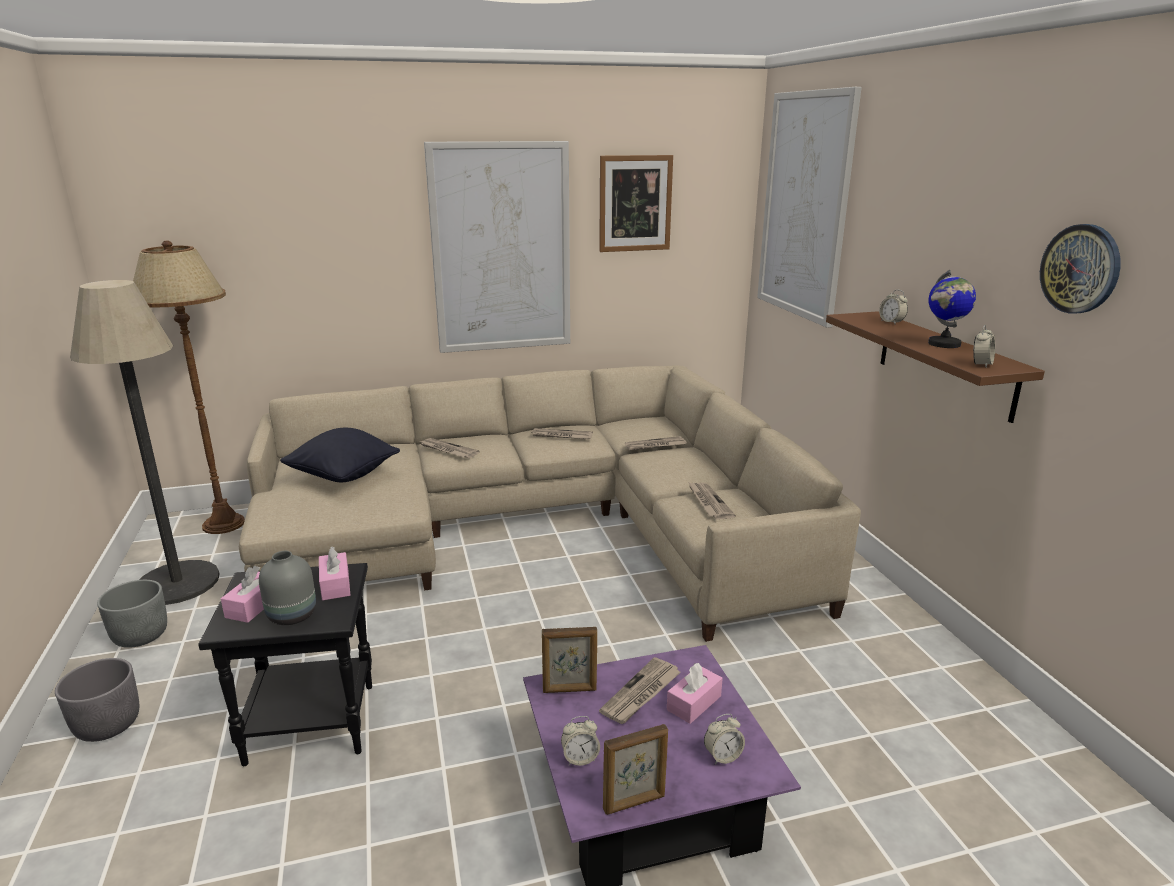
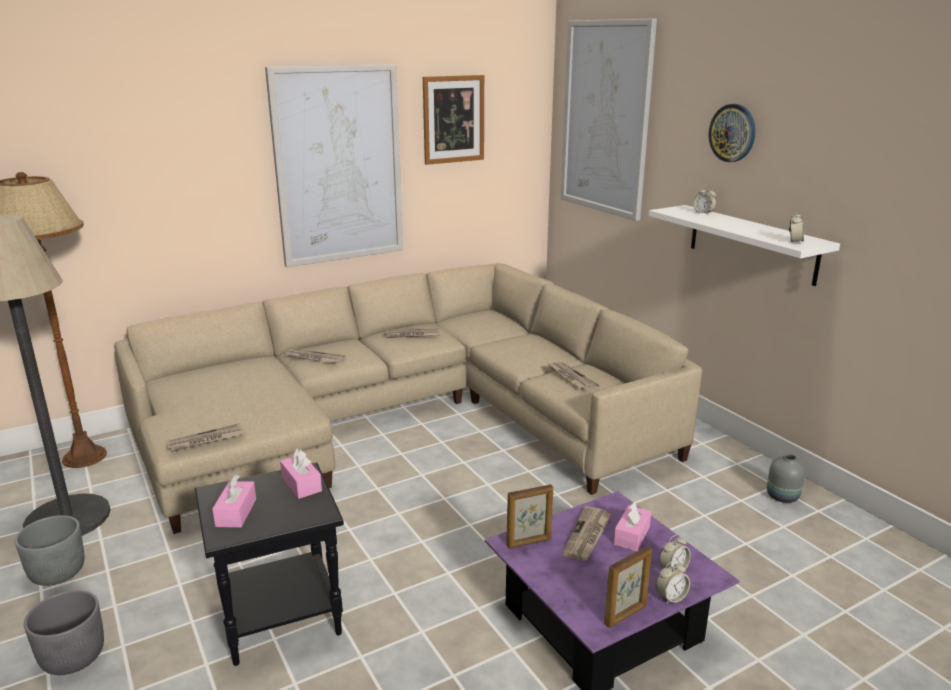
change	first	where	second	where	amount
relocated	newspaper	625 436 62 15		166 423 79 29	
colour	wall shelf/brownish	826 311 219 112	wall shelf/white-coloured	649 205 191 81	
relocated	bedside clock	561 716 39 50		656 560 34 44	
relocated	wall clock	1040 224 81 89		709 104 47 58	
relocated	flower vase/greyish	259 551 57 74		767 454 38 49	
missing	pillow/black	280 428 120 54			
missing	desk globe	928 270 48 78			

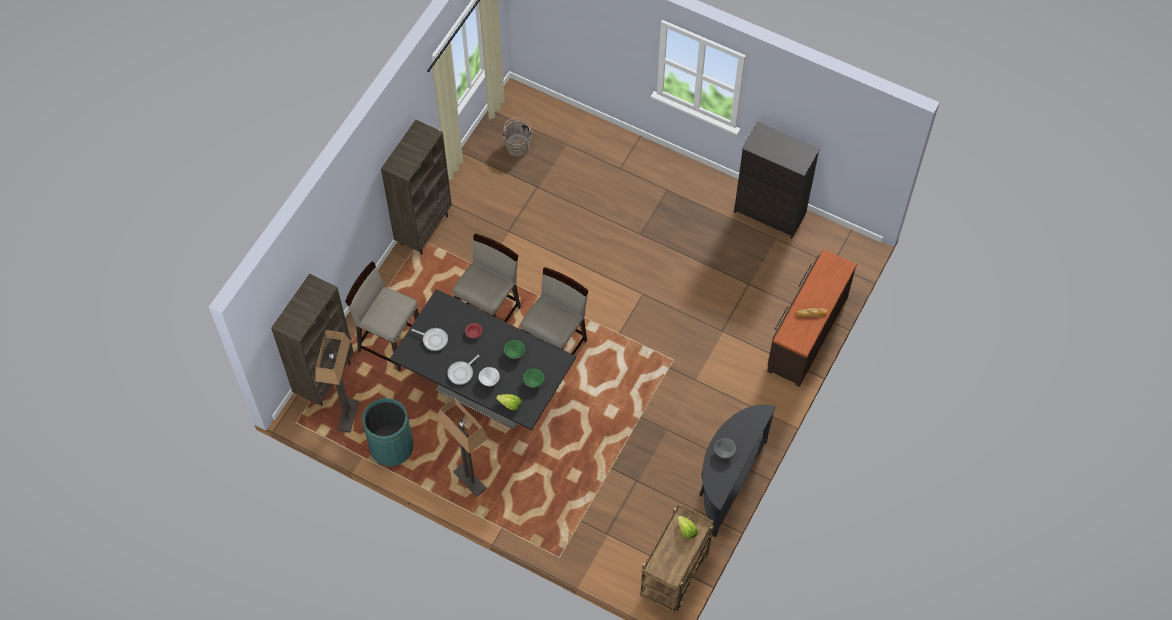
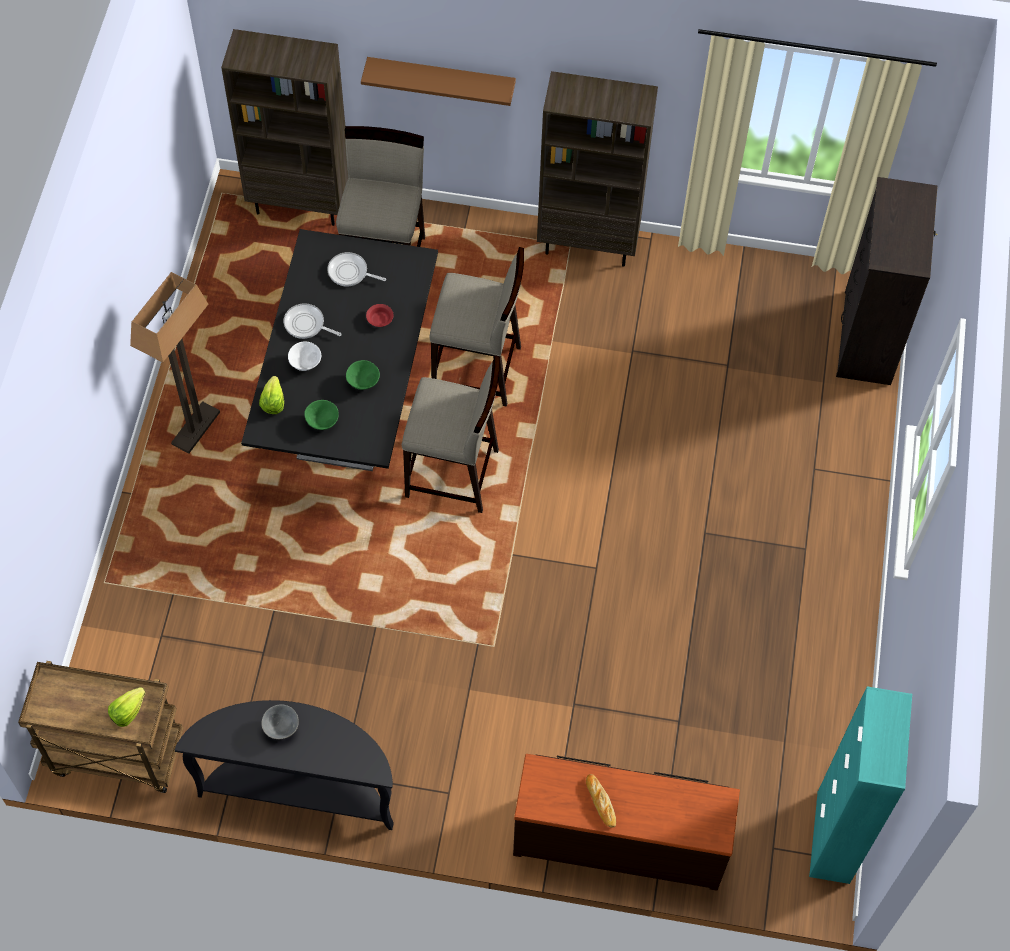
change	first	where	second	where	amount
spun	pan	411 328 37 23		327 252 59 35	105 degrees clockwise
appeared			wall shelf/brownish	361 57 155 49	
appeared			cupboard/turquoise-coloured	809 686 103 198	
relocated	drawer chest/black	734 122 86 117		836 177 102 208	
missing	standing lamp	315 330 43 103			
missing	trash can/green-coloured	362 398 51 68			
missing	bucket/brownish	502 117 31 40			

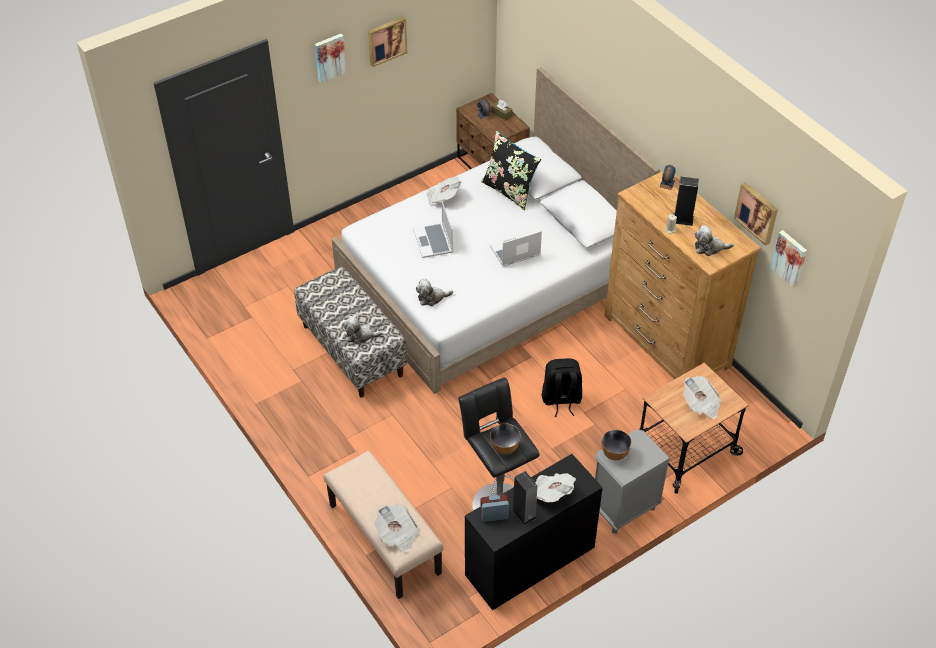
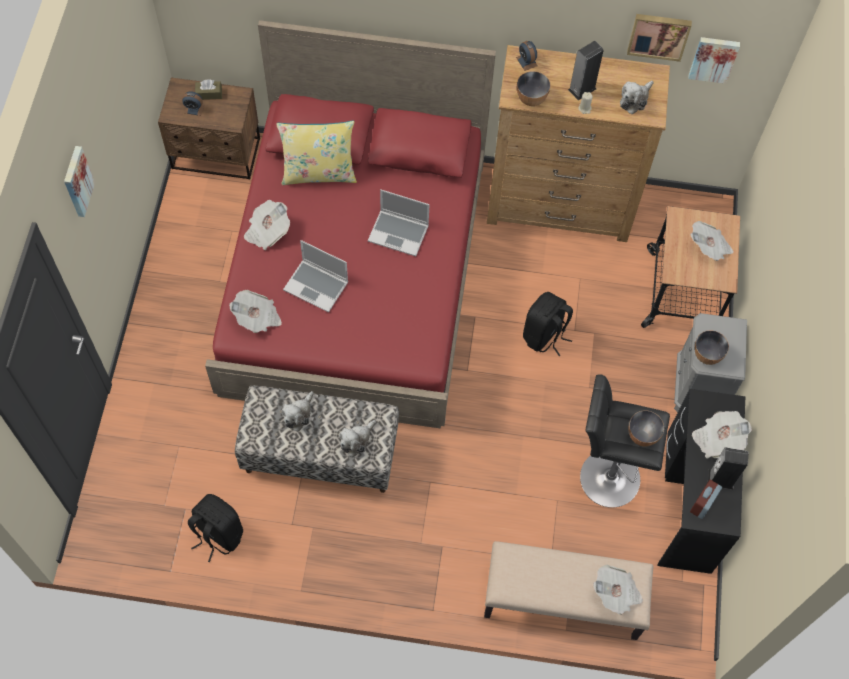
change	first	where	second	where	amount
appeared			knapsack/black	188 494 55 68	
colour	bedroom bed/white-coloured	332 67 328 327	bedroom bed/reddish	205 20 291 409	
appeared			newspaper	229 290 53 43	
colour	pillow/black	481 131 60 79	pillow/yellow-coloured	276 120 81 65	
relocated	plush toy	416 279 37 27		281 391 33 41	
spun	laptop	490 231 52 35		368 190 62 66	90 degrees counterclockwise
appeared			serving bowl	517 71 33 35	
missing	wall picture	368 17 39 50			

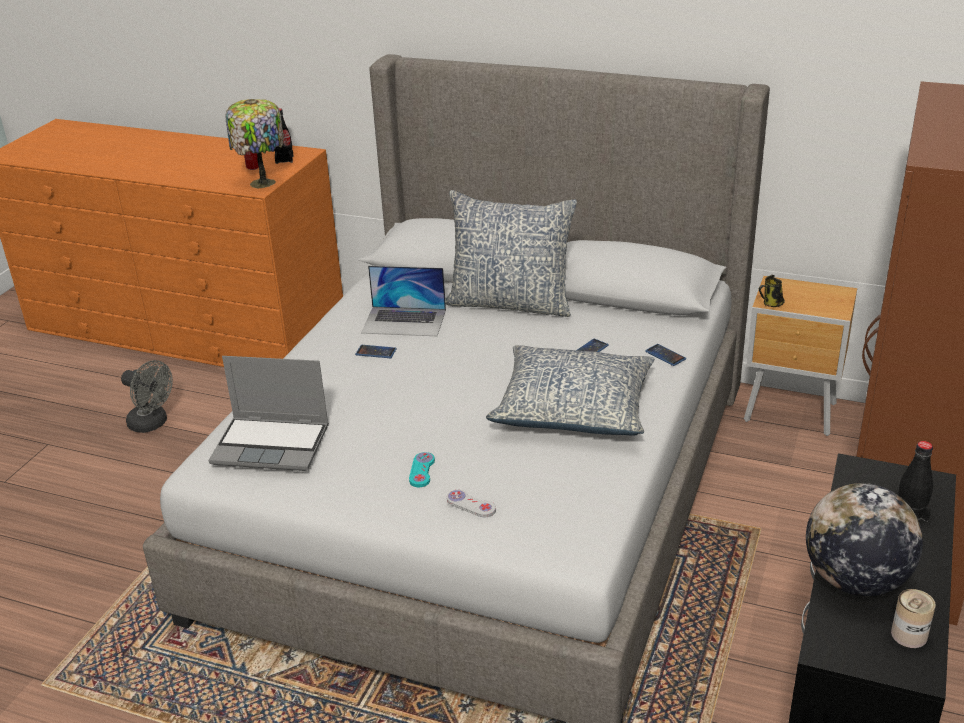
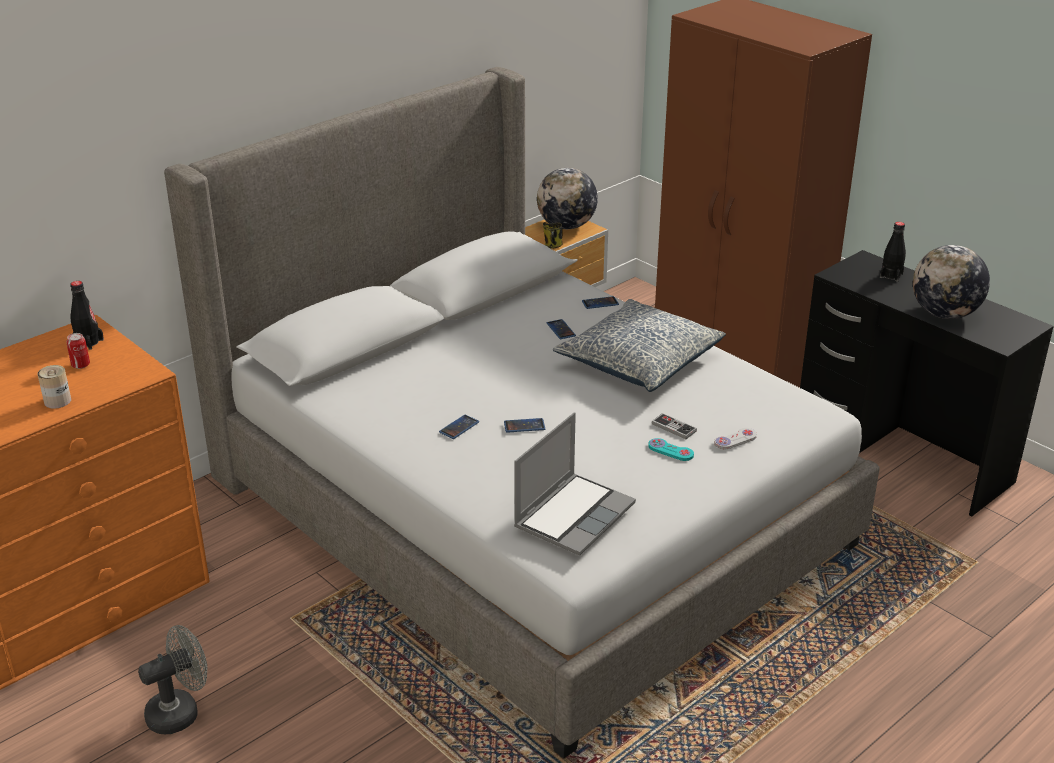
change	first	where	second	where	amount
relocated	can	891 589 45 59		38 365 33 44	
appeared			phone	504 418 41 15	
appeared			desk globe	537 168 61 61	
appeared			gamepad	651 413 46 26	
missing	lamp for a table	225 99 59 90			
missing	laptop	361 266 85 70			
missing	pillow	445 190 132 127			

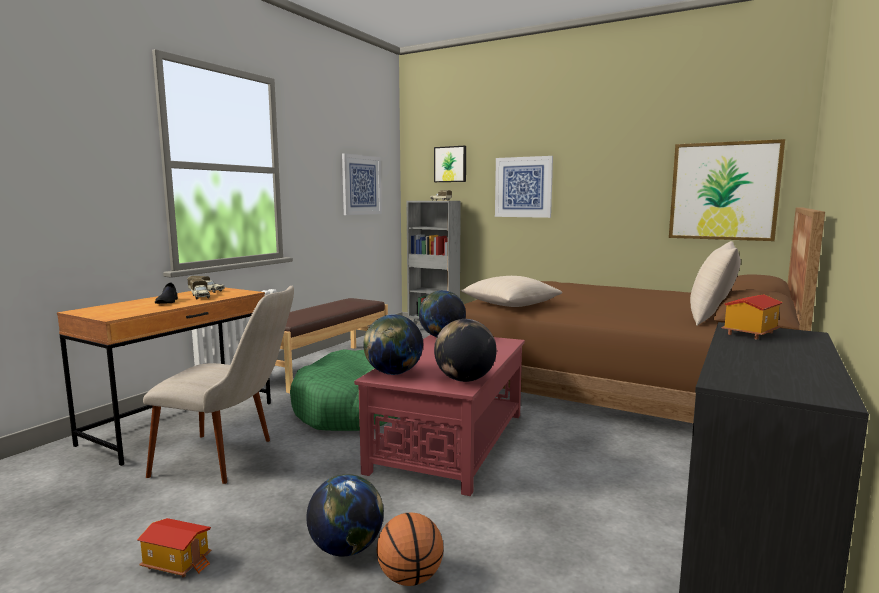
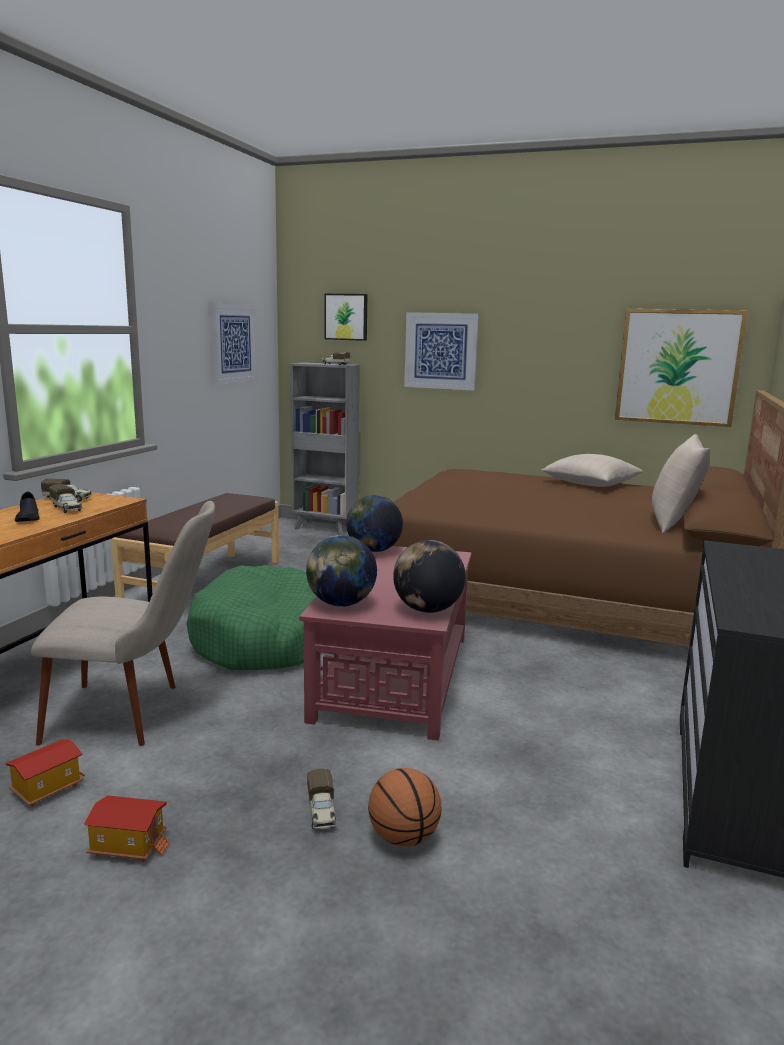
change	first	where	second	where	amount
relocated	miniature house	722 294 61 46		6 739 79 68	
exchanged	desk globe	306 474 78 83	toy truck	307 769 30 61	
relocated	pillow/sand-coloured	461 276 101 31		541 454 102 33	

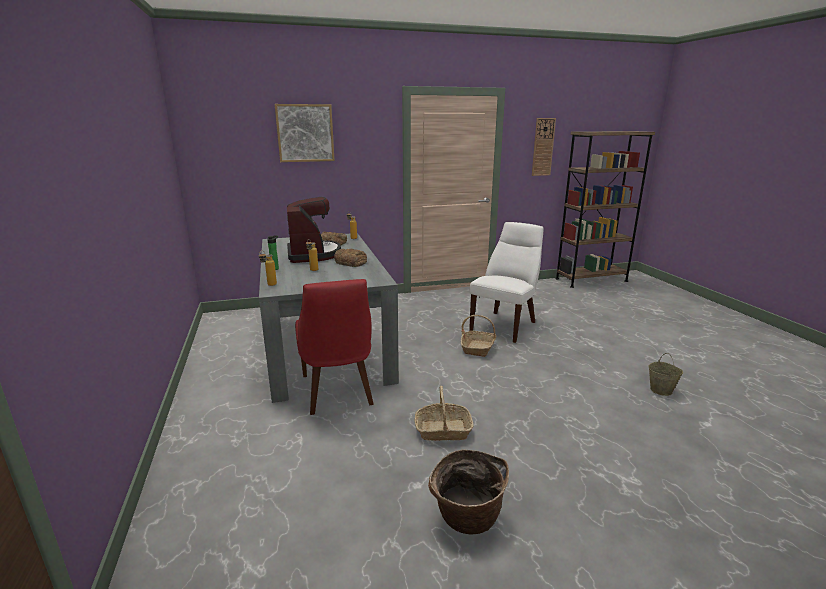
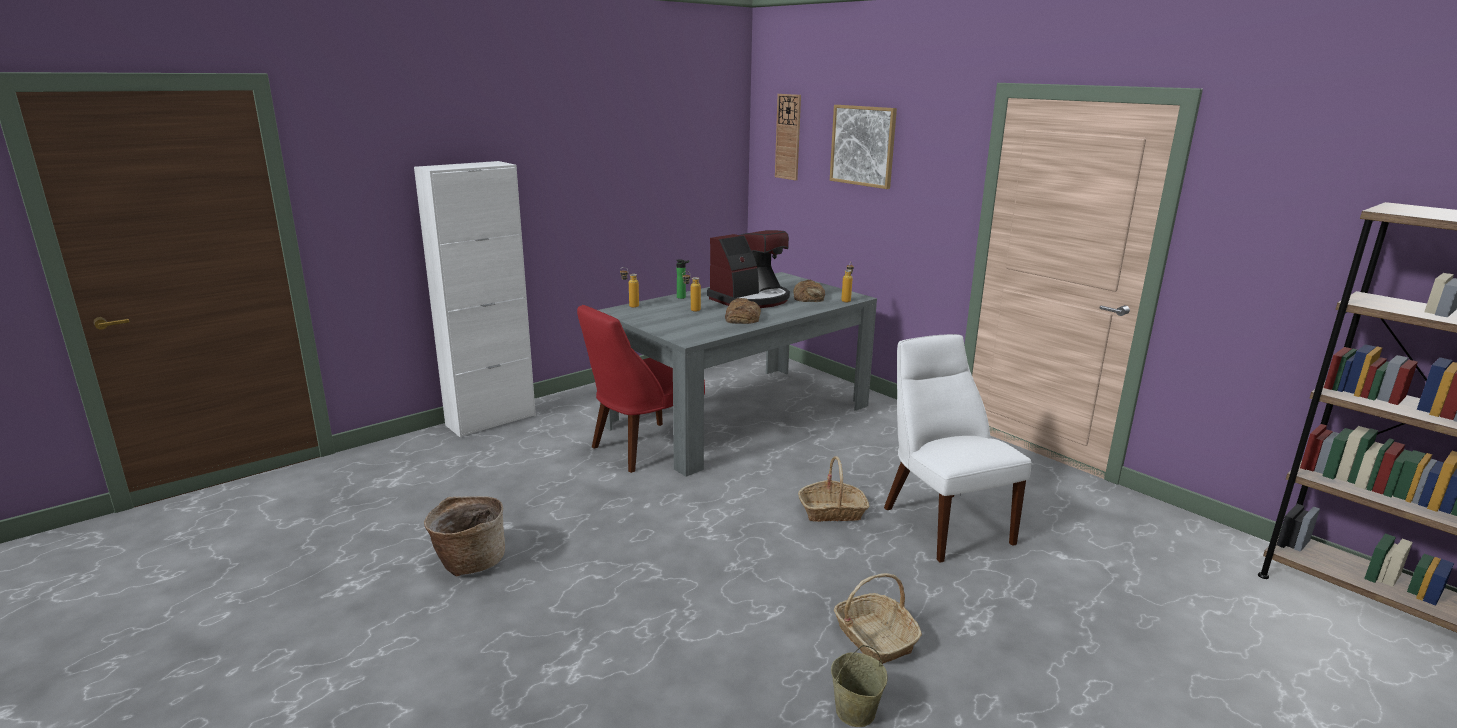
change	first	where	second	where	amount
appeared			cupboard/white-coloured	414 161 122 277	
relocated	wall clock	532 118 24 58		775 94 26 86	
relocated	storage basket	415 386 59 55		834 573 88 91	
spun	chair/white-coloured	469 222 75 121		884 334 148 228	120 degrees counterclockwise

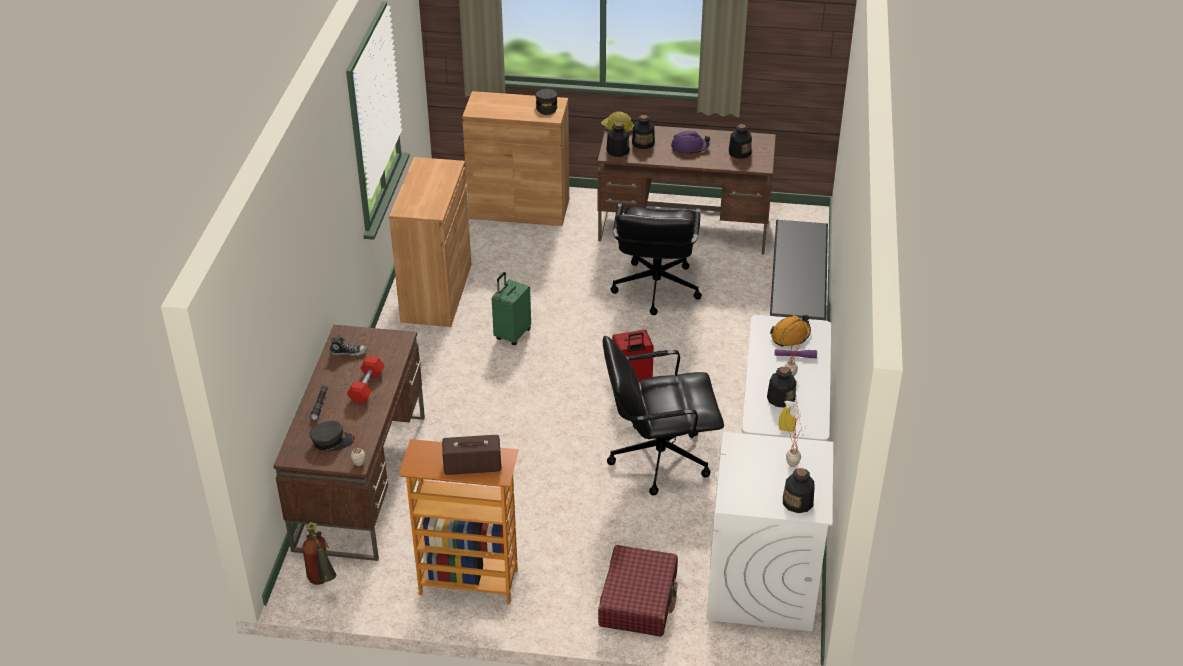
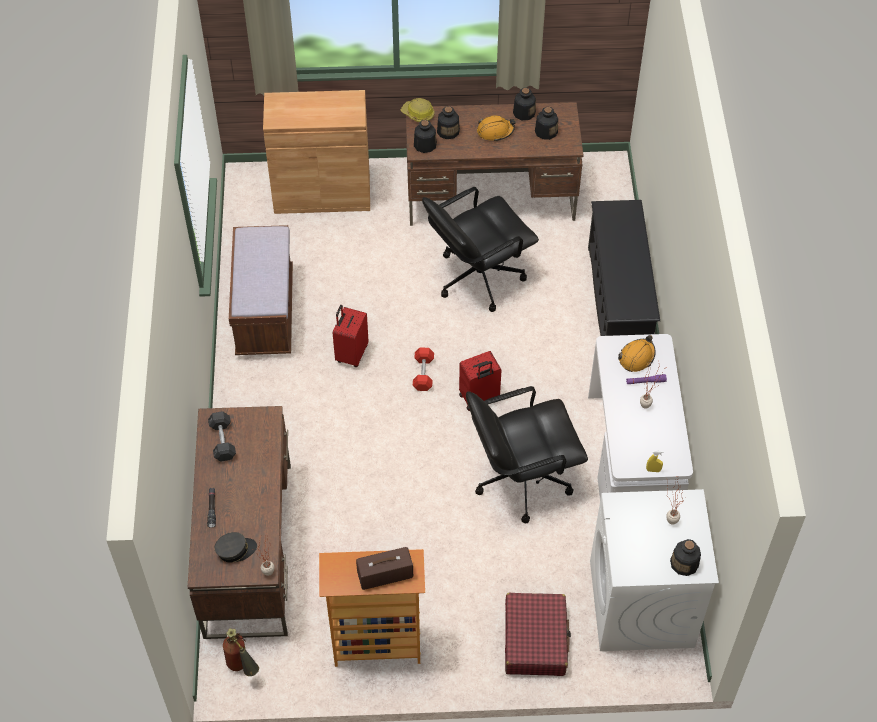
change	first	where	second	where	amount
exchanged	shoe	330 335 37 21	free weight/greyish	208 411 28 50	
exchanged	cupboard/brownish	389 157 83 170	bench/brownish	229 225 64 130	
colour	suitcase/green-coloured	492 272 39 73	suitcase/reddish	333 305 36 62	
relocated	free weight/reddish	347 356 38 48		413 347 21 44	
spun	desk chair/black	611 202 91 113		422 187 117 125	60 degrees clockwise
colour	hard hat/purple	671 131 39 24	hard hat/orange	477 115 39 27	
relocated	drink bottle	767 367 29 40		513 88 23 32	
missing	peaked cap/greyish	535 89 23 26			

